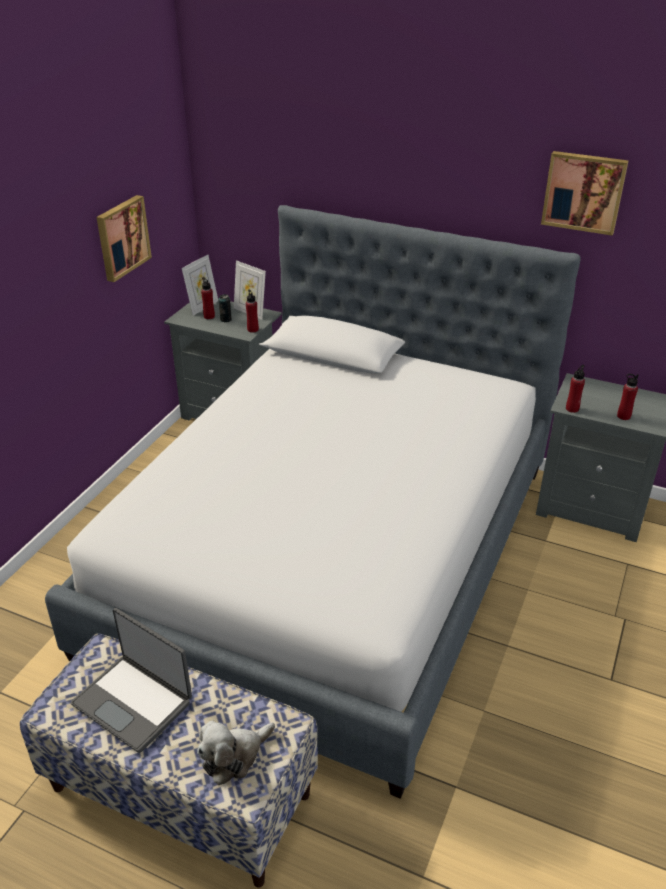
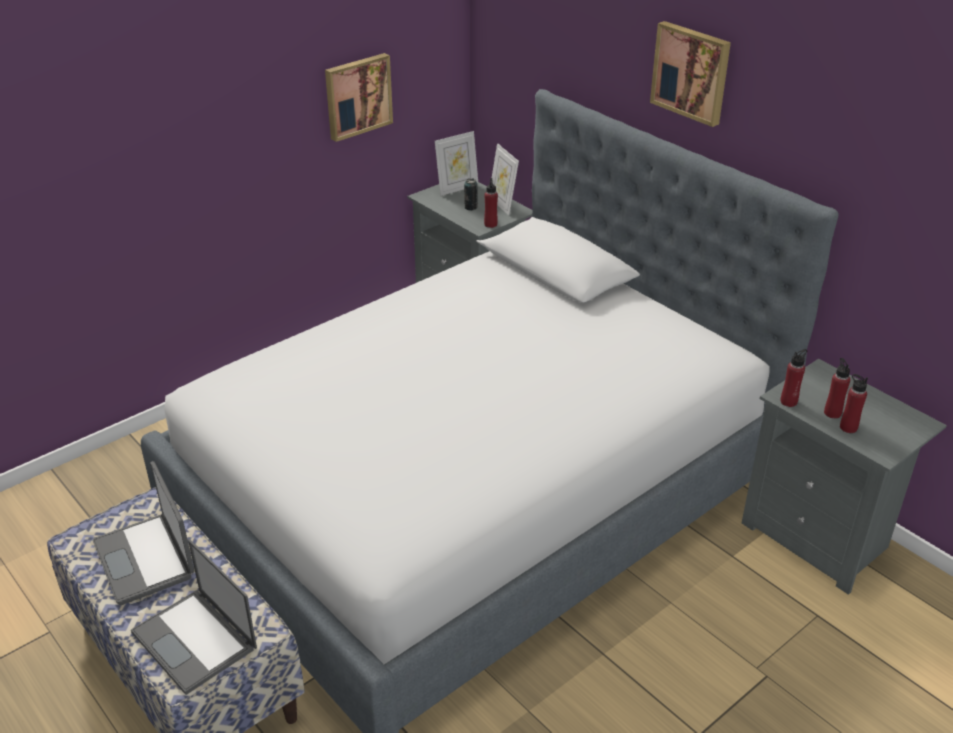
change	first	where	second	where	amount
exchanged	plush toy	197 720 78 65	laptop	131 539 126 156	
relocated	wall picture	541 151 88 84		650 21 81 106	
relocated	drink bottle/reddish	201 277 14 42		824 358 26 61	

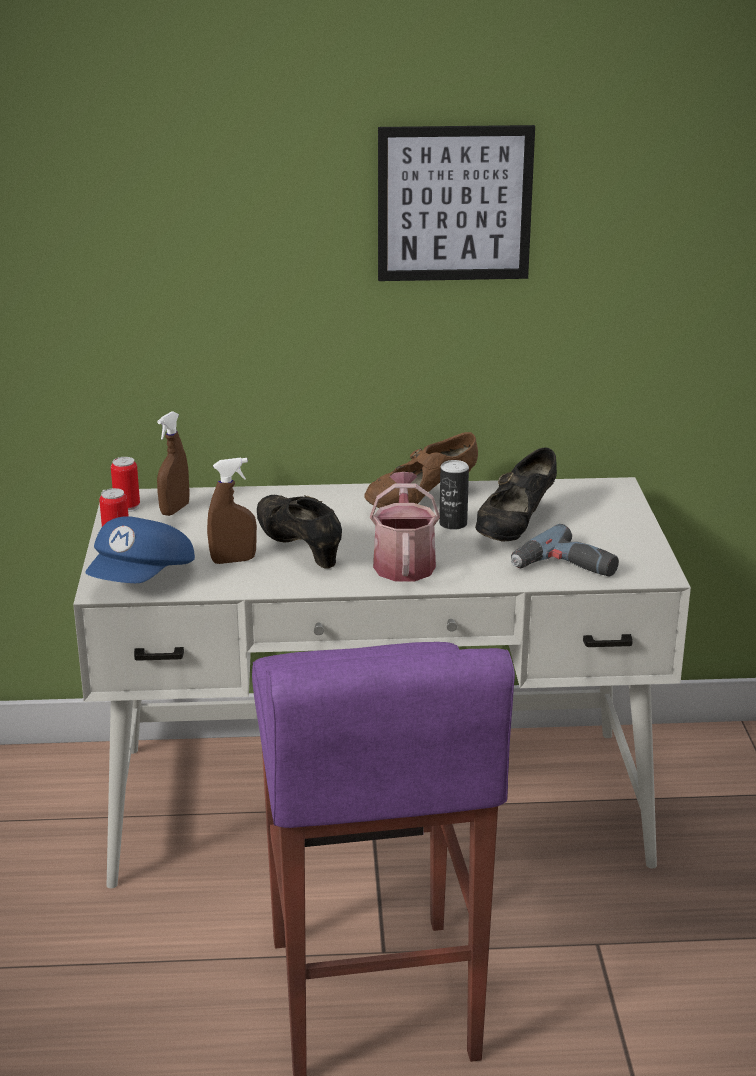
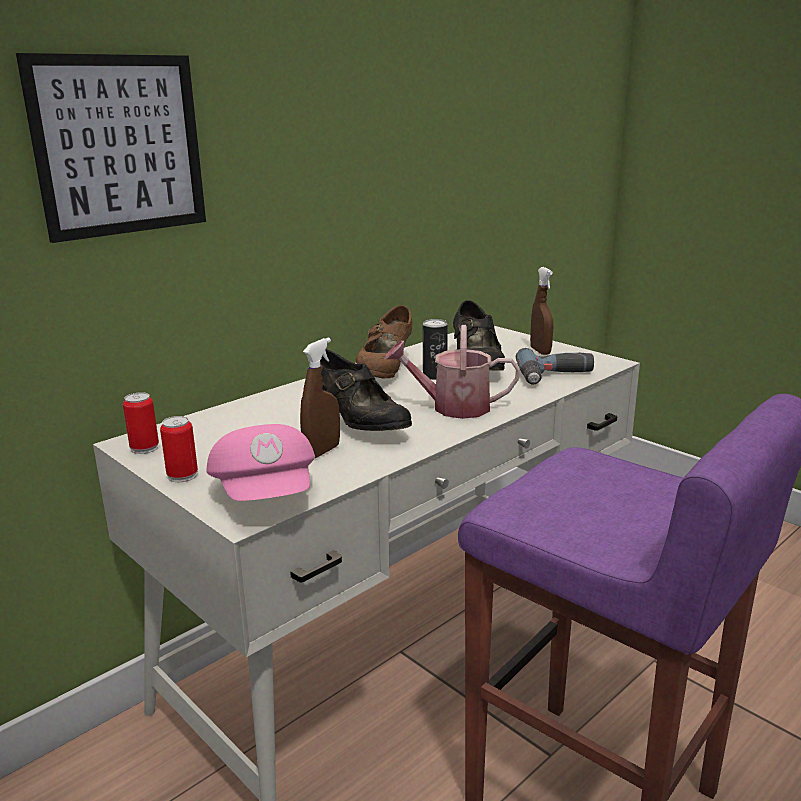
change	first	where	second	where	amount
relocated	wall picture	378 125 157 156		16 53 190 190	
colour	peaked cap/bluish	85 516 110 67	peaked cap/pink-coloured	206 424 109 77	
spun	shoe/black	257 495 85 74		320 349 92 82	150 degrees counterclockwise
spun	sprinkling can	370 472 70 109		385 325 135 94	45 degrees counterclockwise
relocated	hand sprayer/brownish	157 411 33 105		530 267 23 88	

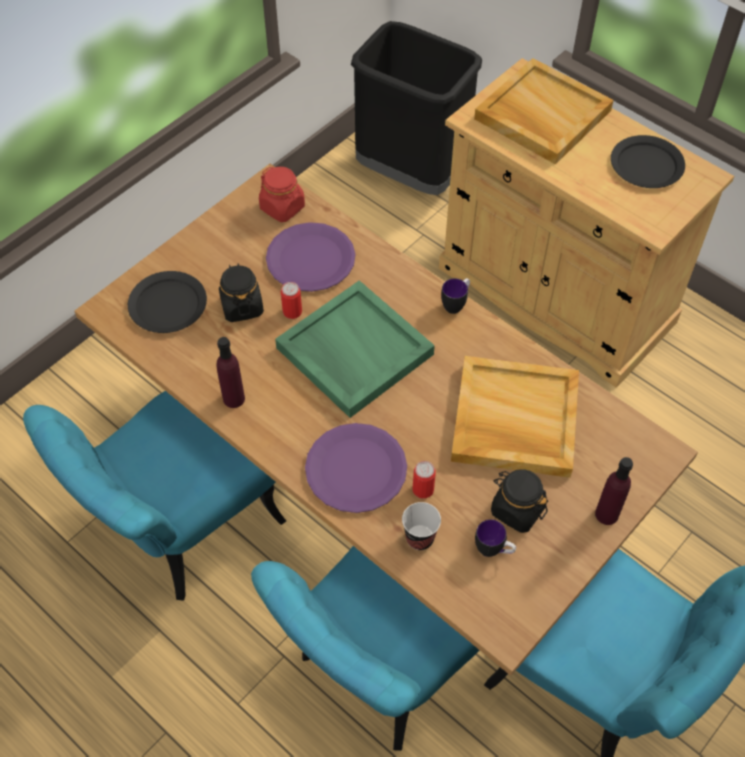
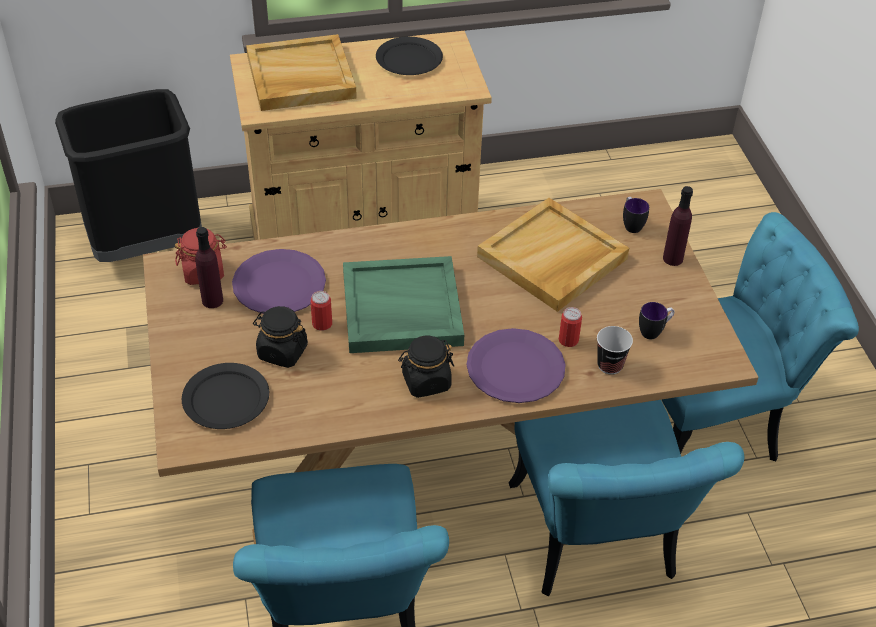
change	first	where	second	where	amount
relocated	drink bottle/purple	216 337 29 71		195 227 28 81	
relocated	preserve jar/black	491 469 57 64		398 336 56 62	
relocated	mug	441 278 29 36		623 197 26 36	

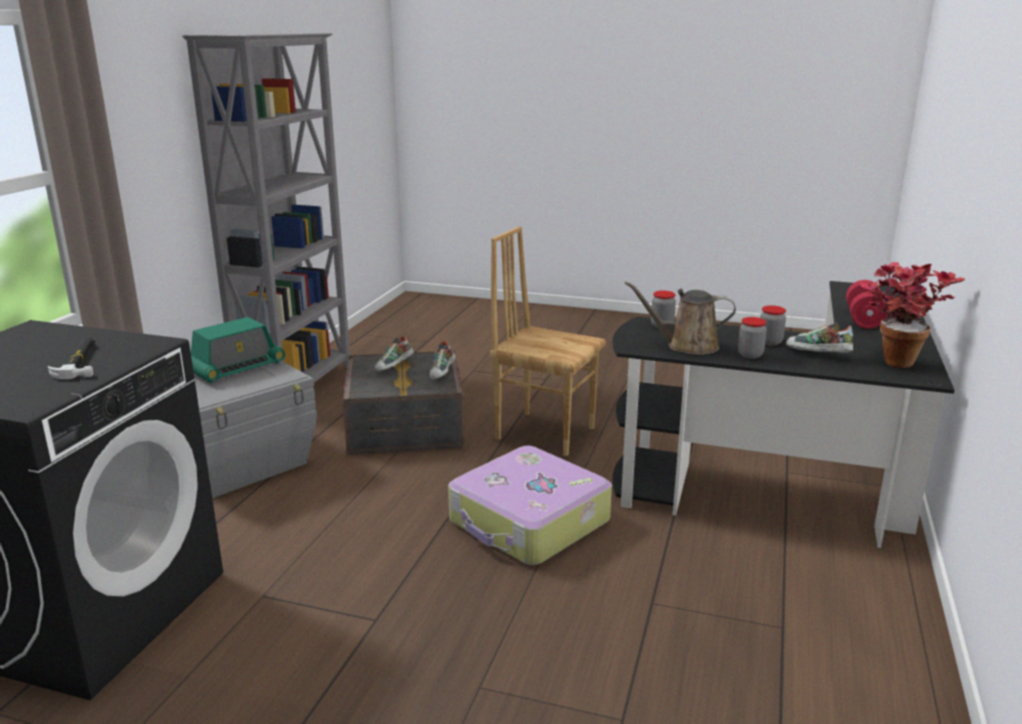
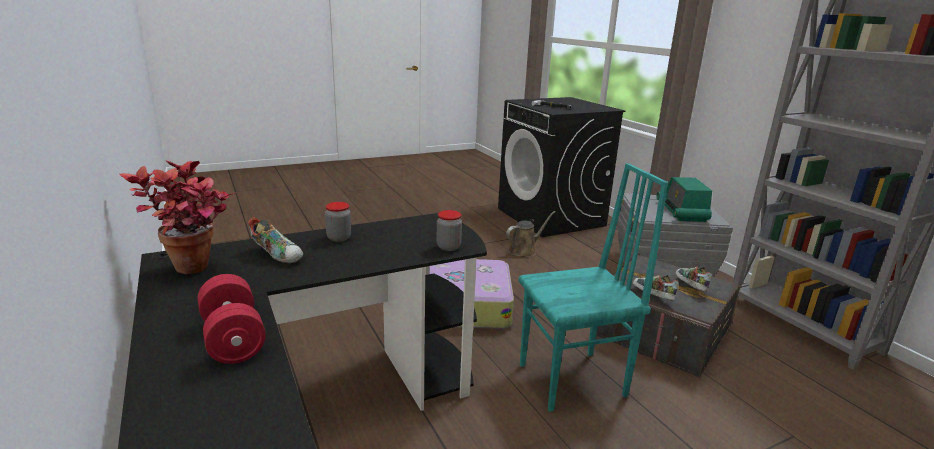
change	first	where	second	where	amount
spun	shoe	786 322 67 31		248 217 55 46	45 degrees clockwise
relocated	sprinkling can/brownish	625 281 111 74		506 211 49 46	
colour	chair/brownish	490 226 116 230	chair/turquoise-coloured	519 163 149 249	
missing	preserve jar	760 305 26 41			

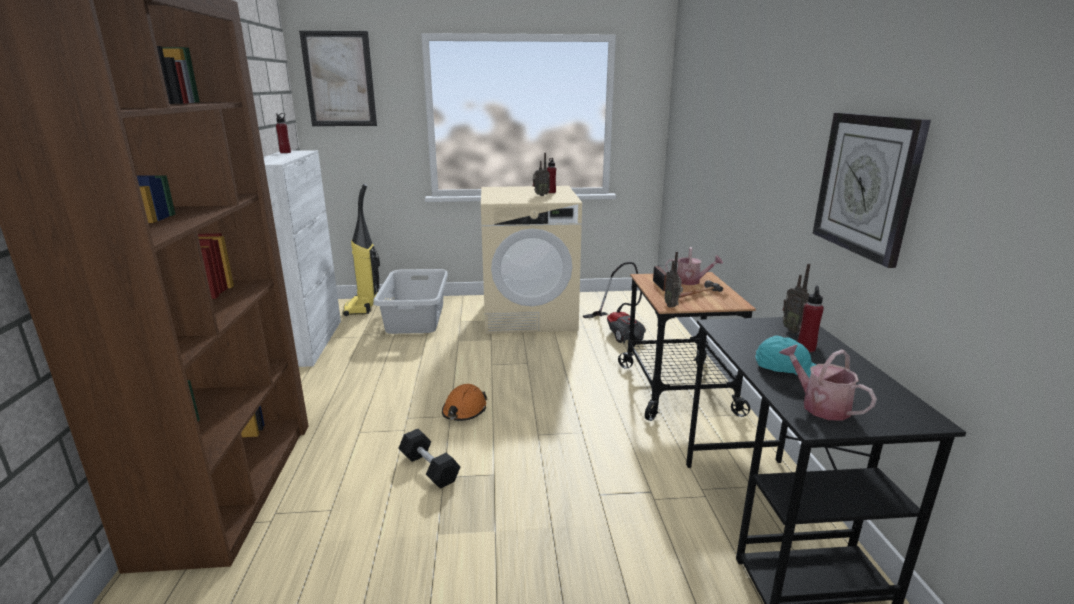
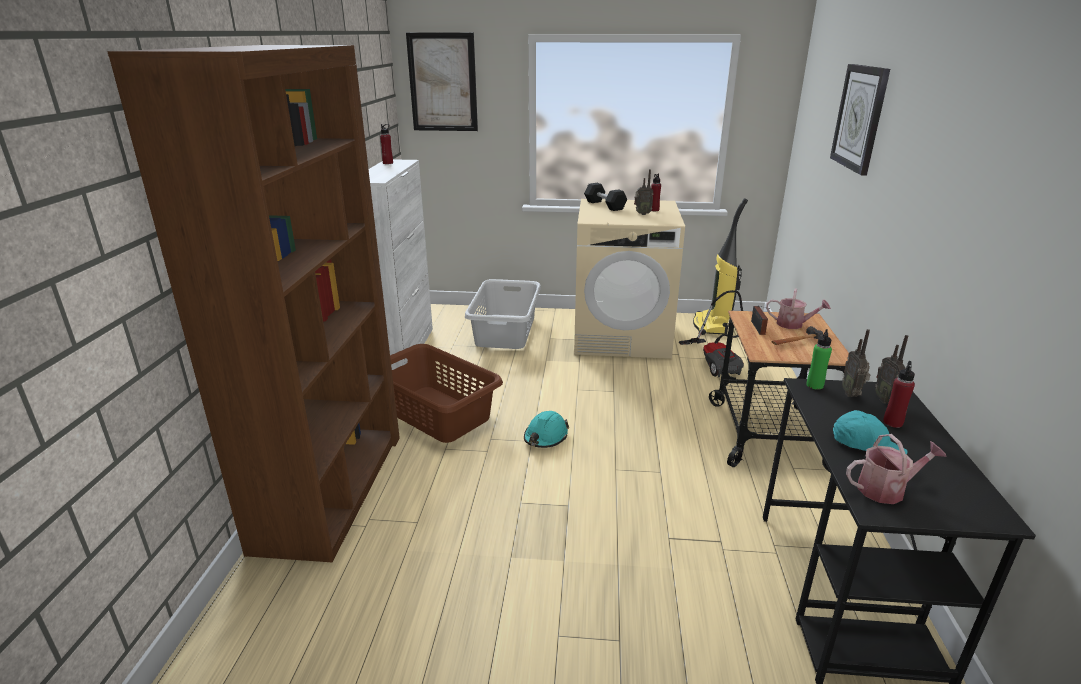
change	first	where	second	where	amount
appeared			laundry basket/brownish	390 344 113 99	
colour	hard hat/orange	442 384 46 37	hard hat/turquoise-coloured	524 411 45 37	
relocated	free weight/black	398 429 62 60		584 183 43 28	
relocated	vacuum	343 184 37 132		693 198 55 137	
appeared			drink bottle/green-coloured	806 329 26 61	
relocated	wall clock	813 113 118 155		830 64 60 111	
relocated	radio set	664 251 19 56		842 329 28 68	
spun	sprinkling can	779 345 98 76		846 434 101 70	105 degrees clockwise

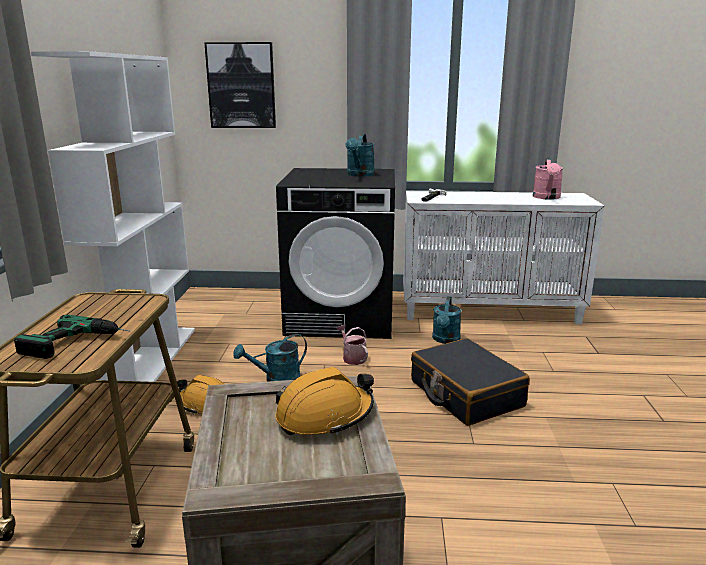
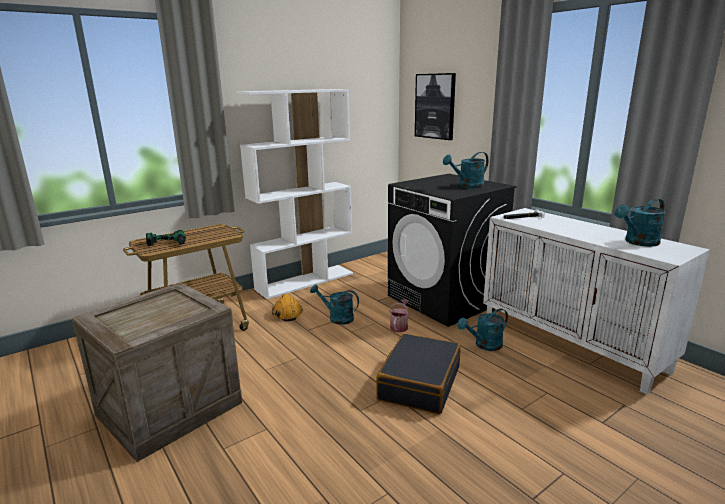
change	first	where	second	where	amount
colour	sprinkling can/pink-coloured	533 157 30 43	sprinkling can/turquoise-coloured	614 198 51 49	
missing	hard hat/orange	275 367 99 69			

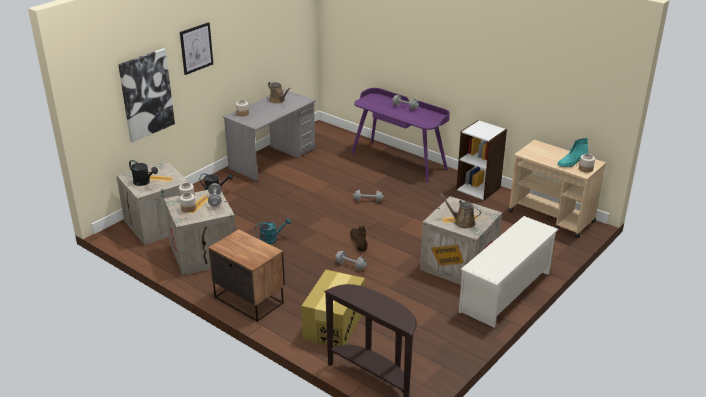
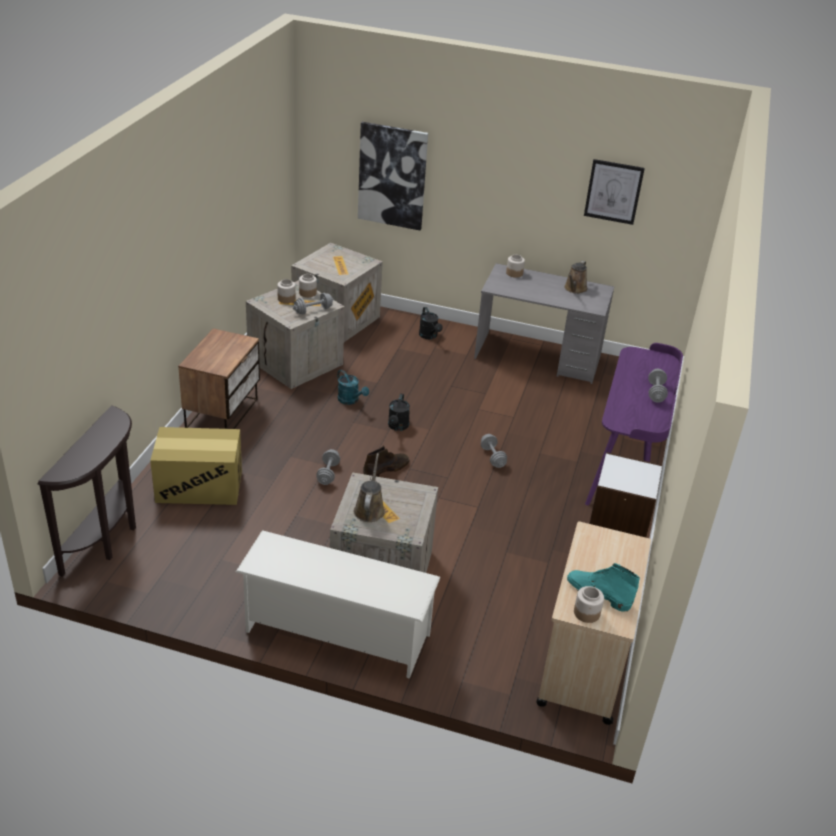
change	first	where	second	where	amount
relocated	sprinkling can/black	129 160 29 26		388 394 22 37	
relocated	wall picture	180 22 33 53		584 159 61 66	

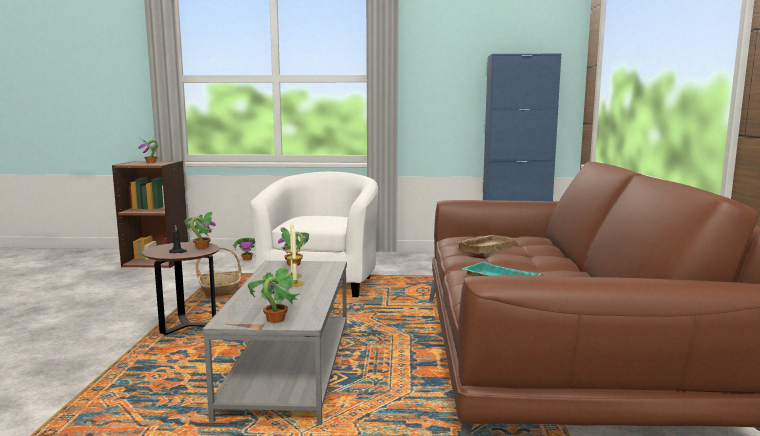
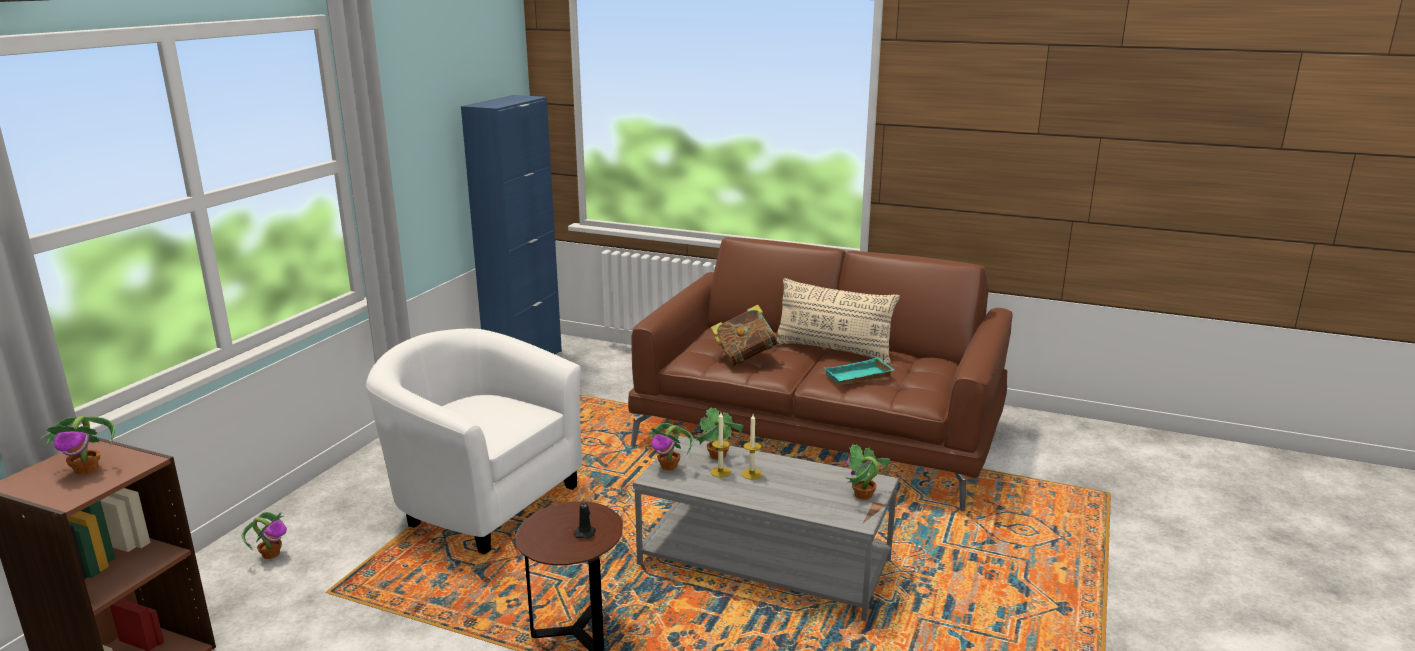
change	first	where	second	where	amount
relocated	potted plant	184 211 32 38		693 407 50 53	
exchanged	serving tray/sand-coloured	457 235 56 19	book	711 305 70 61	
appeared			pillow/sand-coloured	776 278 124 86	
missing	storage basket	196 247 45 50			

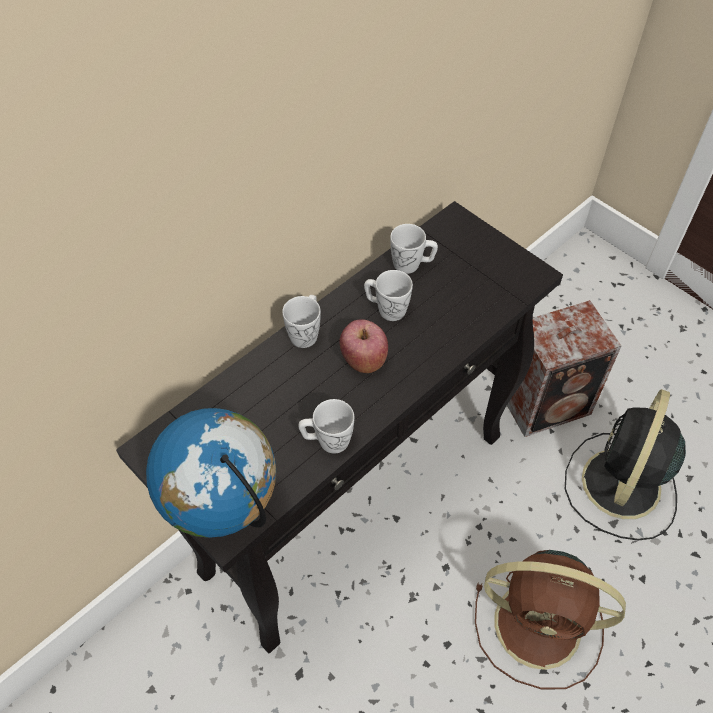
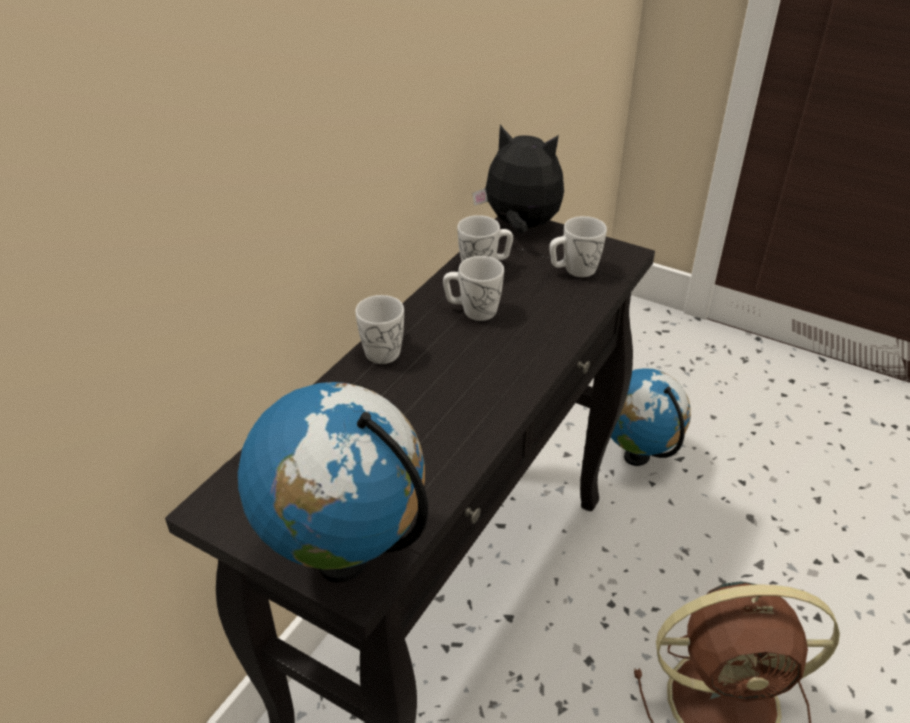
change	first	where	second	where	amount
appeared			plush toy	472 125 92 108	
relocated	mug/white-coloured	299 399 55 54		549 216 58 61	
exchanged	speaker	507 300 114 137	desk globe	611 369 80 97	
missing	apple fruit	339 319 49 54			
missing	fan/black	565 389 121 151			

